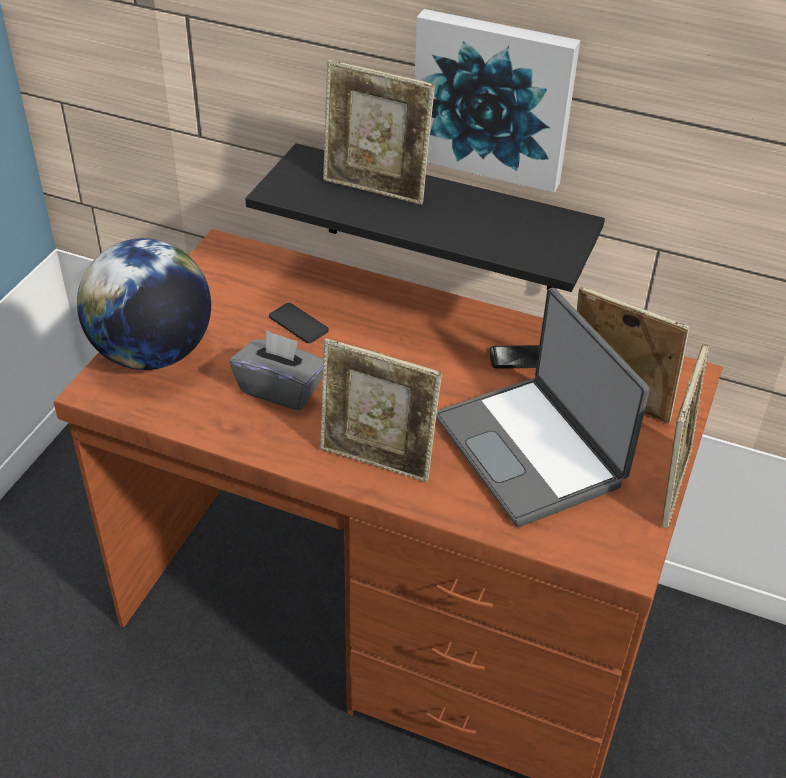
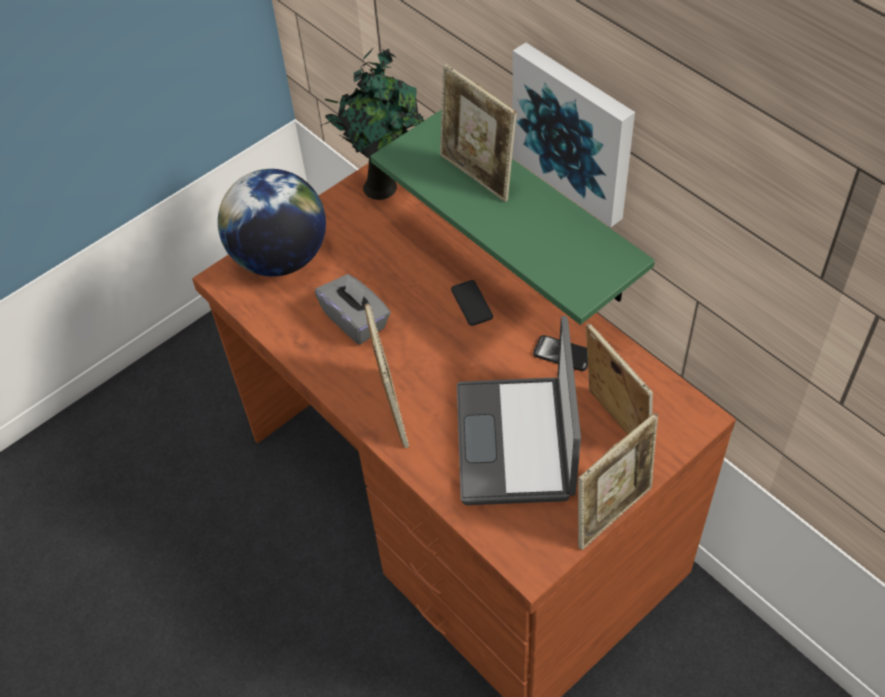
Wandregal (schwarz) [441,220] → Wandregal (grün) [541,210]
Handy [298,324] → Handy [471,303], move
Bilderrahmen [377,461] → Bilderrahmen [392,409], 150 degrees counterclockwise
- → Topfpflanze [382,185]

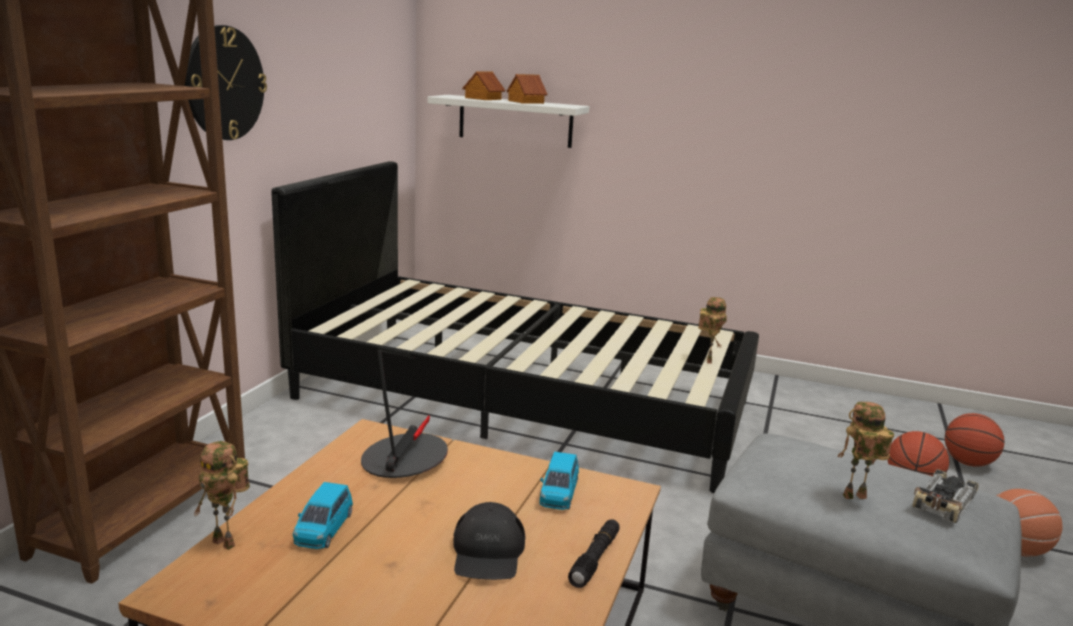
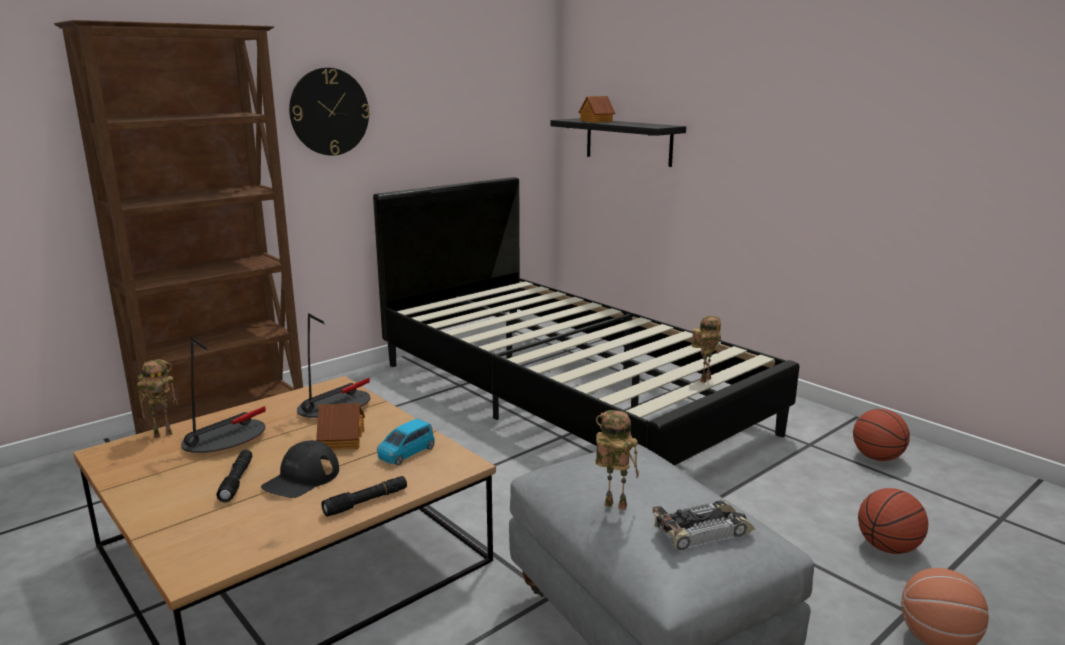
Spielzeugroboter [227,543] → Spielzeugroboter [164,434], 90 degrees counterclockwise
Spielzeugauto (blau) [323,529] → Tischlampe [224,439]
Wandregal (weiß) [515,121] → Wandregal (schwarz) [628,141]
Spielzeughaus [525,102] → Spielzeughaus [341,439], move
Basketball [968,463] → Basketball [877,457], move
- → Taschenlampe (schwarz) [237,481]

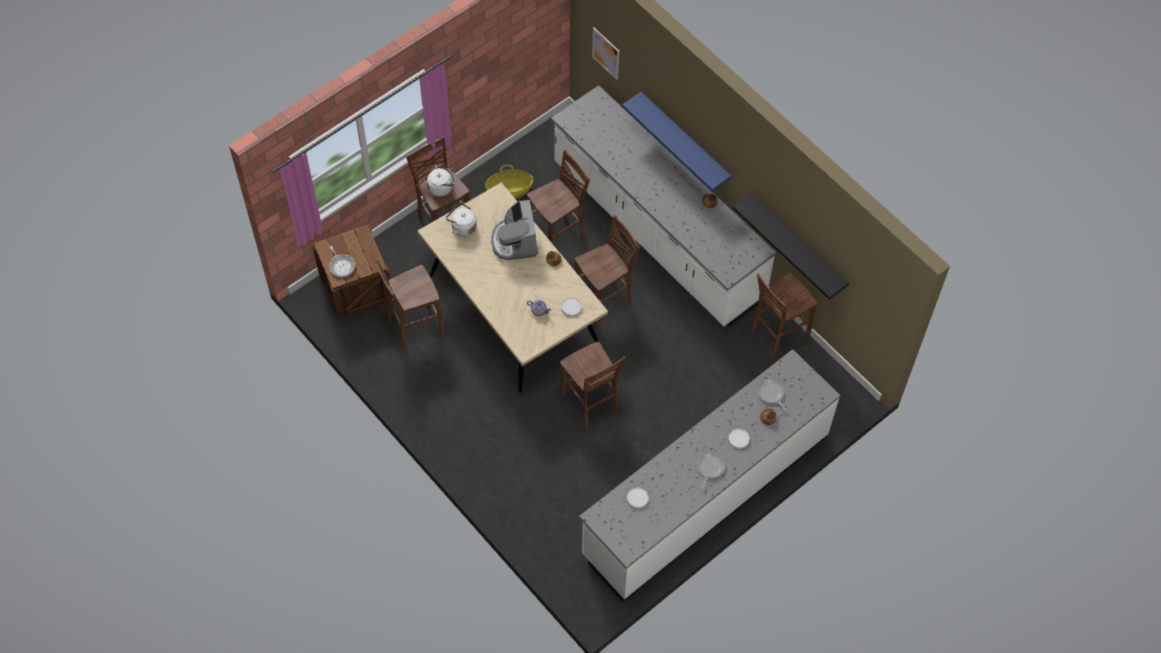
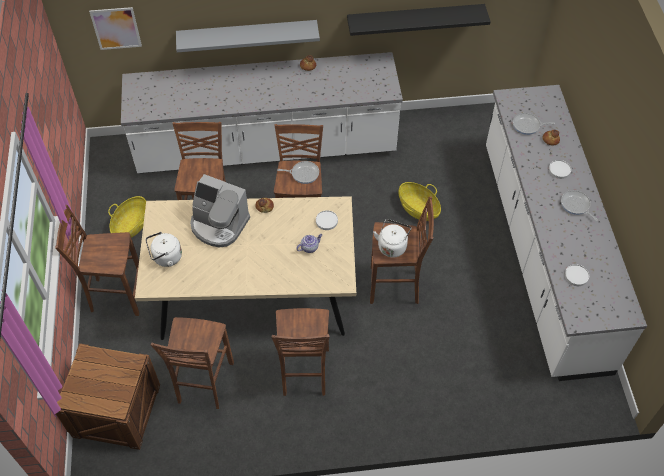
Pfanne [341,265] → Pfanne [303,173], move
Wasserkessel (weiß) [442,187] → Wasserkessel (weiß) [392,246], move
Wandregal (blau) [684,140] → Wandregal (grau) [247,35]
Hocker (braun) [777,335] → Hocker (braun) [304,373], move
- → Korb [418,208]

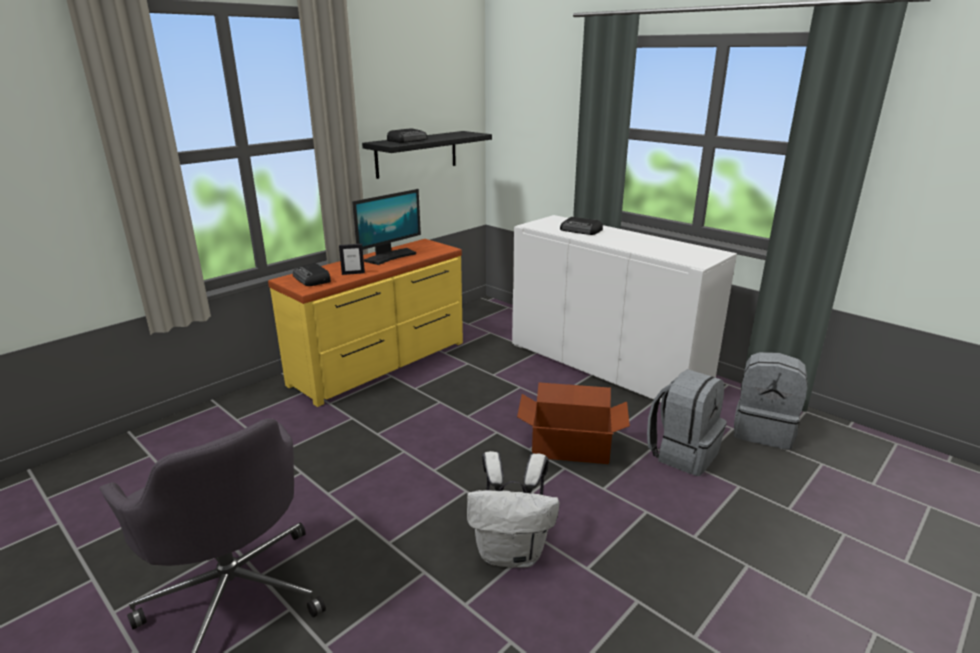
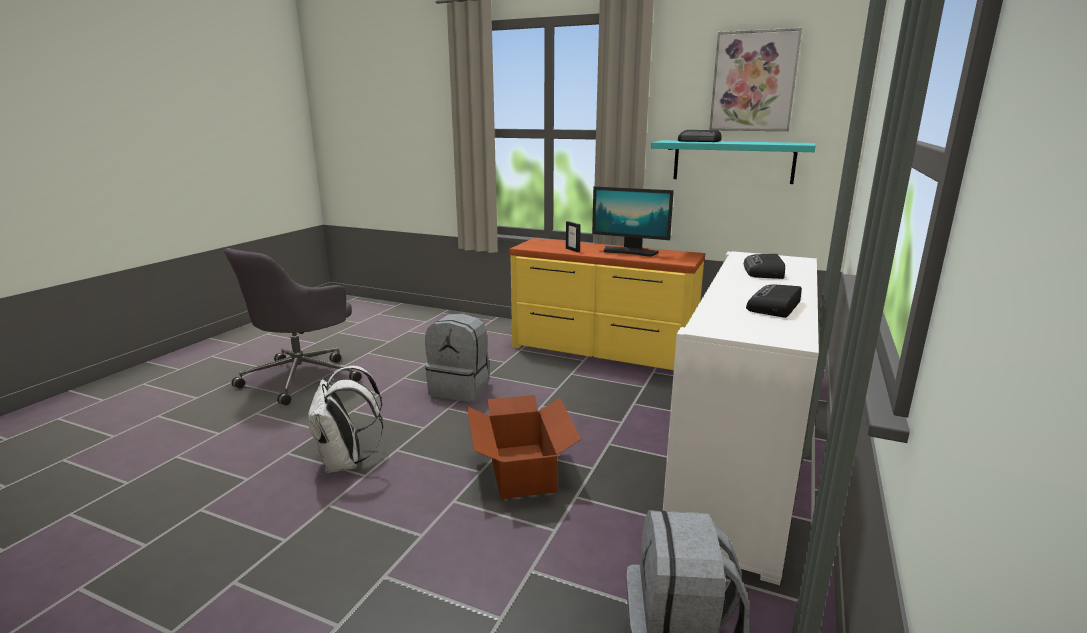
Radio [312,279] → Radio [774,307], move
Wandregal (schwarz) [416,154] → Wandregal (türkis) [733,161]
Rucksack (grau) [682,453] → Rucksack (grau) [461,389], move
- → Bild [753,81]

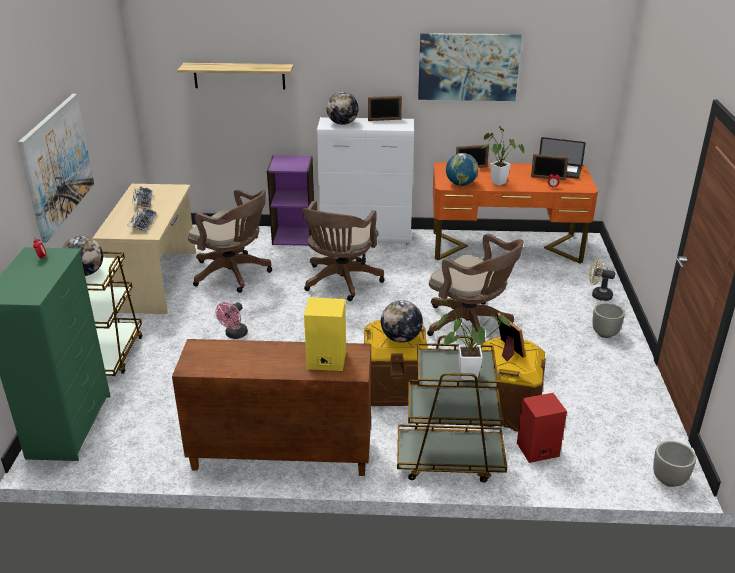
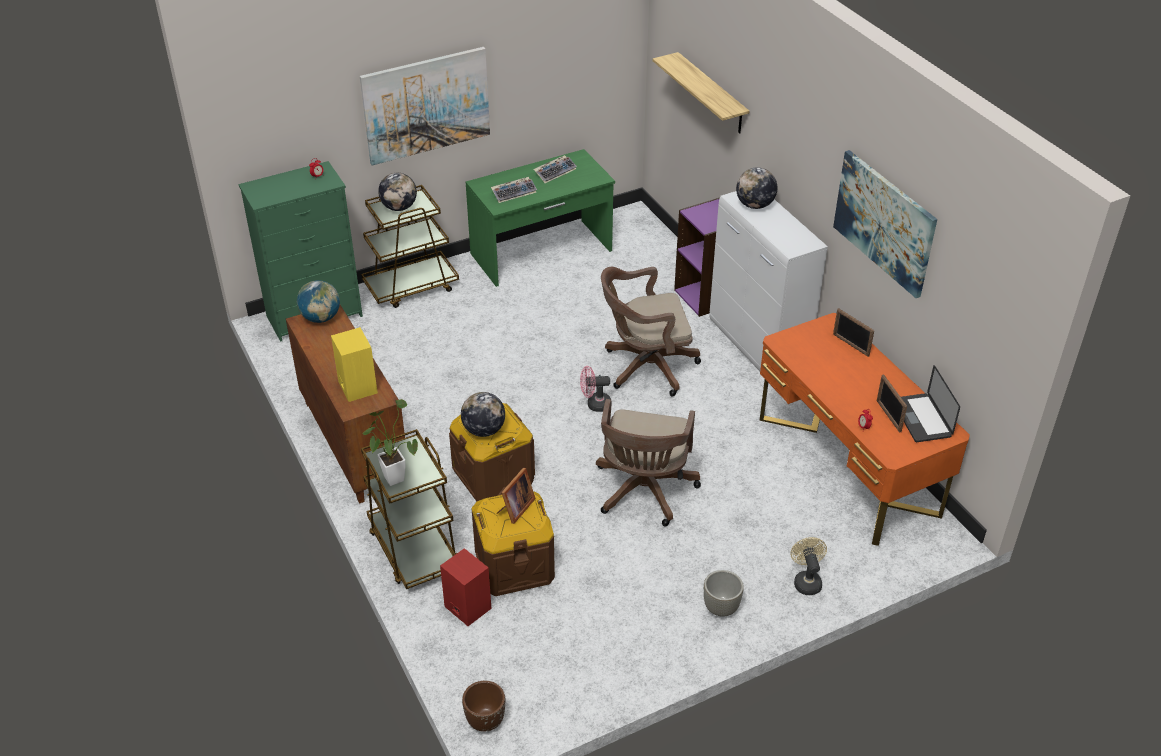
Schreibtisch (beige) [155,280] → Schreibtisch (grün) [542,253]
Bürostuhl (braun) [234,274] → -
Ventilator (rosa) [234,335] → Ventilator (rosa) [594,404], move
Bilderrahmen [384,120] → -
Globus [461,184] → Globus [321,318], move
Topfpflanze [496,182] → -
Pflanzkübel (grau) [669,480] → Pflanzkübel (braun) [485,721]

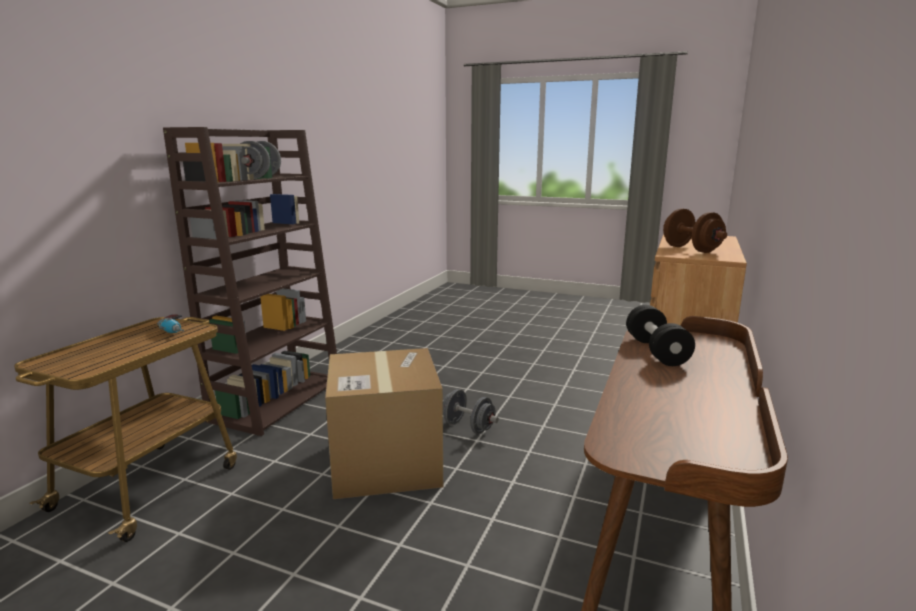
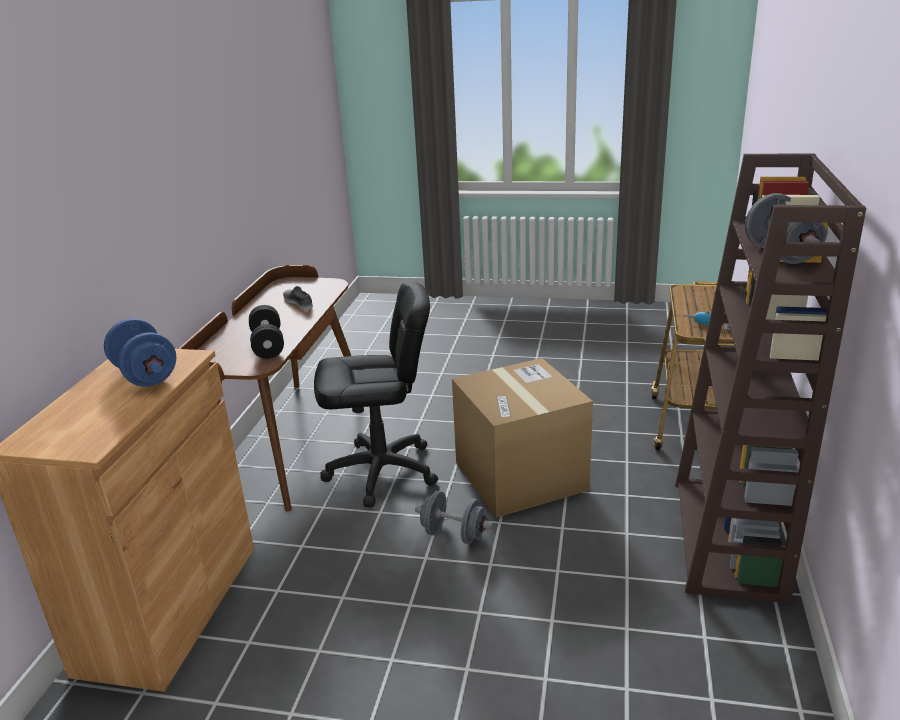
Hantel (braun) [691,249] → Hantel (blau) [145,376]
- → Schuh (grau) [298,302]
- → Bürostuhl (schwarz) [382,472]

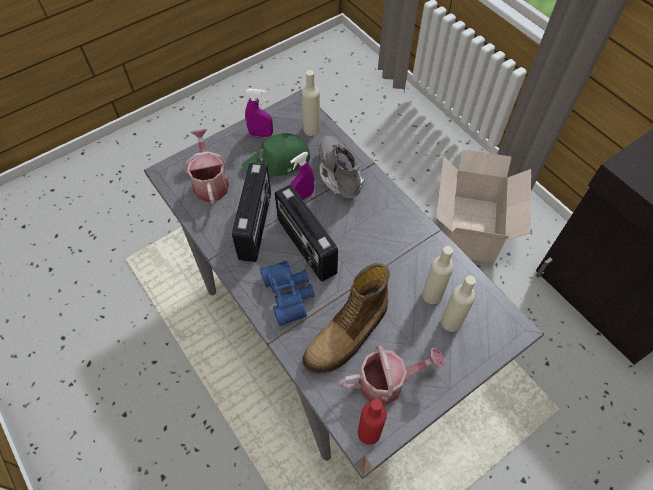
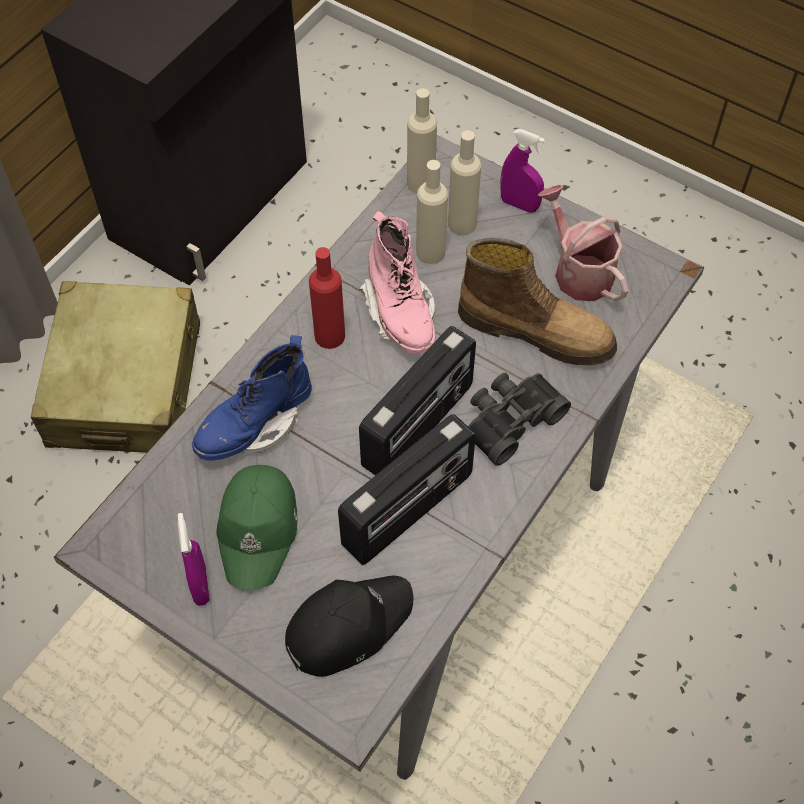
Gießkanne [210,183] → Kappe (schwarz) [347,625]
Radio [256,226] → Radio [409,511], 150 degrees clockwise
Kappe (grün) [278,162] → Kappe (grün) [259,529], 45 degrees clockwise
Fernglas (blau) [290,294] → Fernglas (schwarz) [509,419]
Sprühflasche (lila) [302,197] → Sprühflasche (lila) [519,204], move
Flasche (beige) [311,129] → Flasche (beige) [421,183], move
Stiefel (grau) [339,175] → Stiefel (blau) [255,425]
Flasche (rot) [369,432] → Flasche (rot) [329,336], move
Karton [471,226] → Koffer (beige) [126,384]
- → Stiefel (rosa) [400,313]

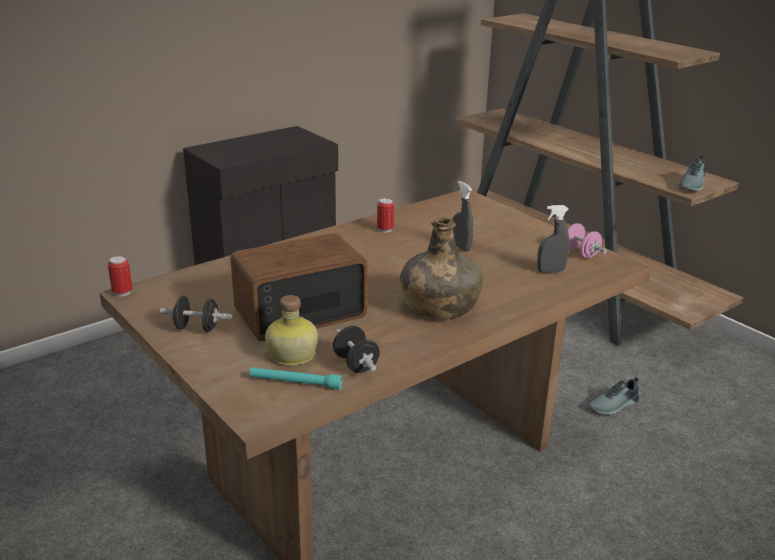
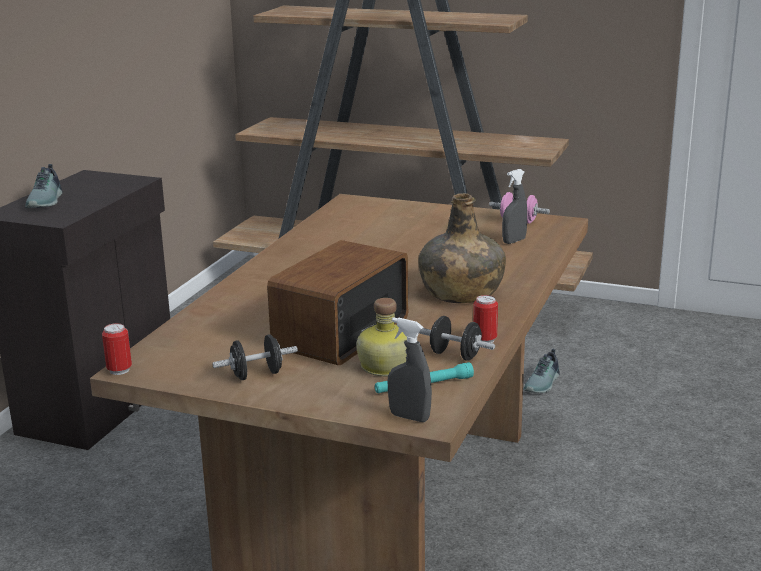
Dose [385,230] → Dose [485,340], move
Sprühflasche (grau) [461,247] → Sprühflasche (grau) [409,417], move
Schuh [693,185] → Schuh [47,201], move

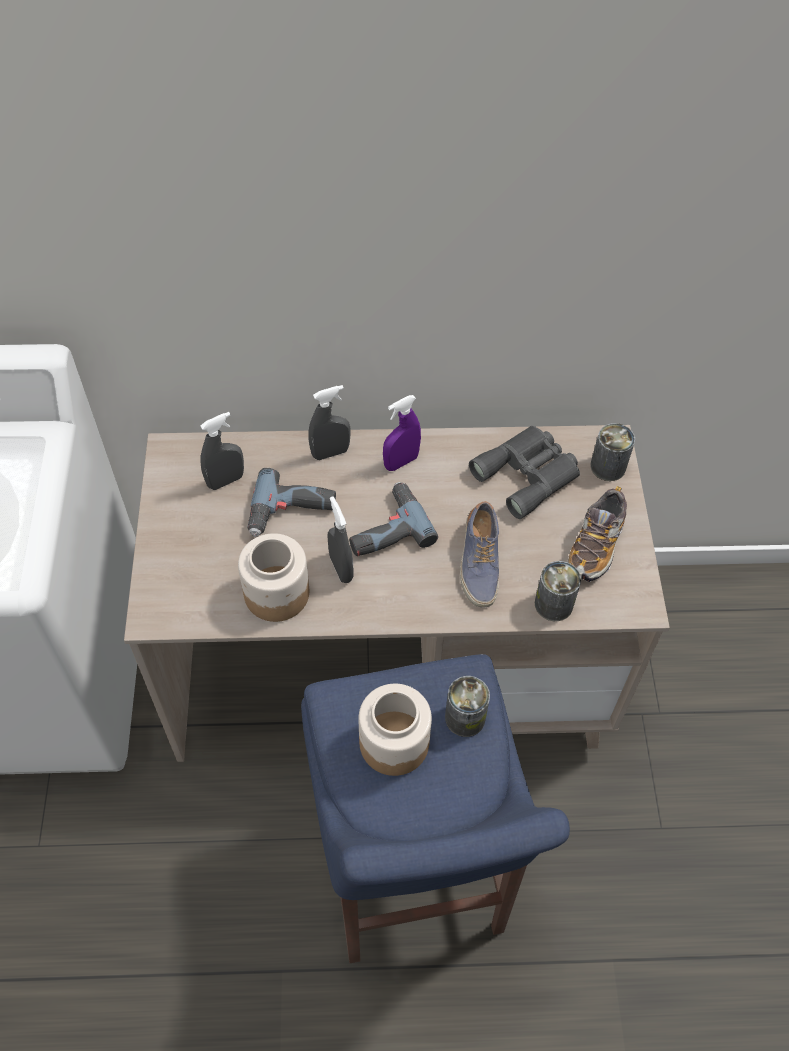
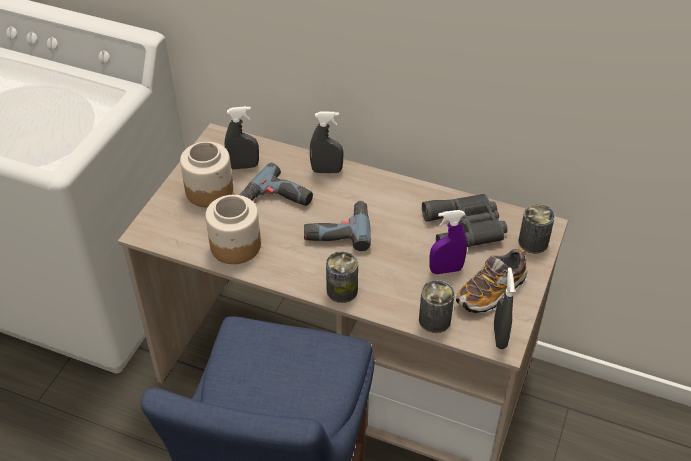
Sprühflasche (grau) [341,568] → Sprühflasche (grau) [499,336], move
Vorratsglas [394,742] → Vorratsglas [209,190], move
Sprühflasche (lila) [401,462] → Sprühflasche (lila) [446,270], move
Dose [465,717] → Dose [342,290], move
Schuh [478,563] → -

